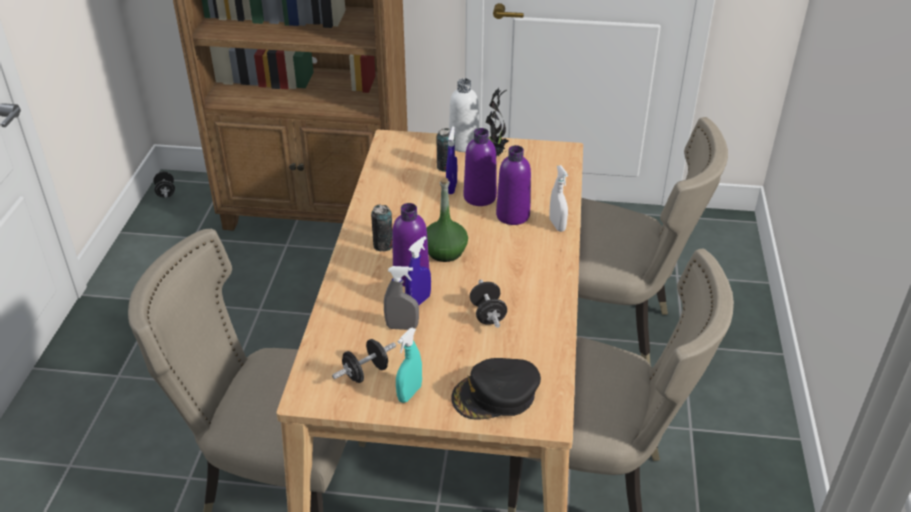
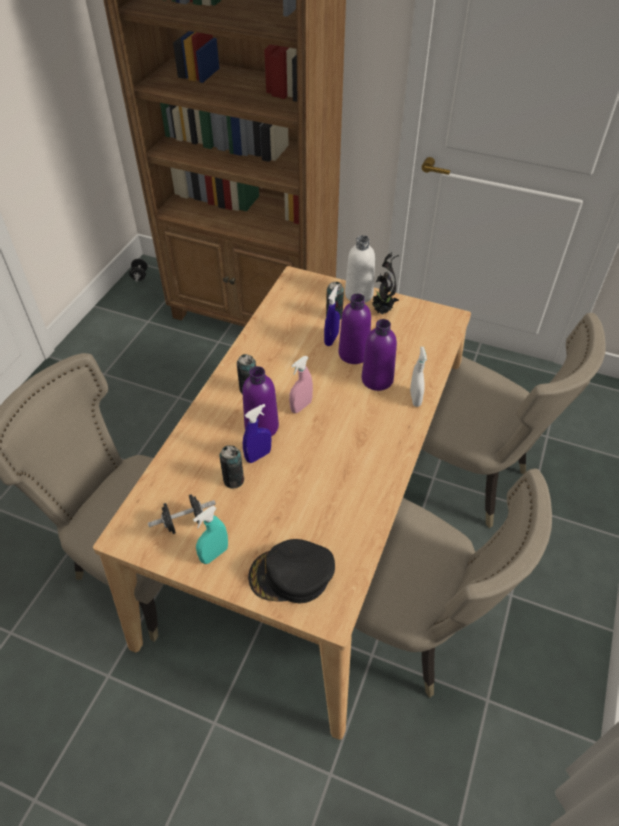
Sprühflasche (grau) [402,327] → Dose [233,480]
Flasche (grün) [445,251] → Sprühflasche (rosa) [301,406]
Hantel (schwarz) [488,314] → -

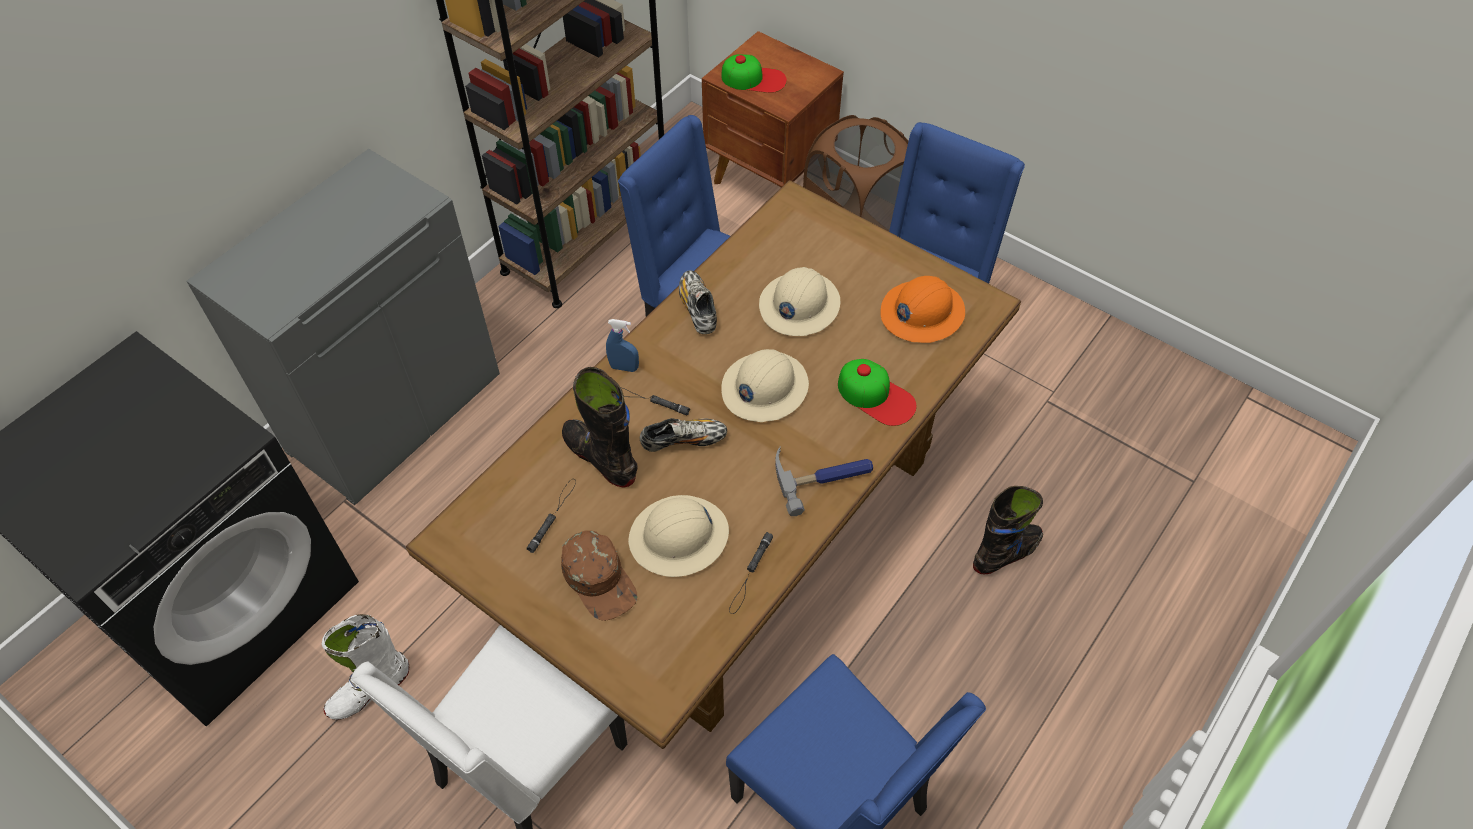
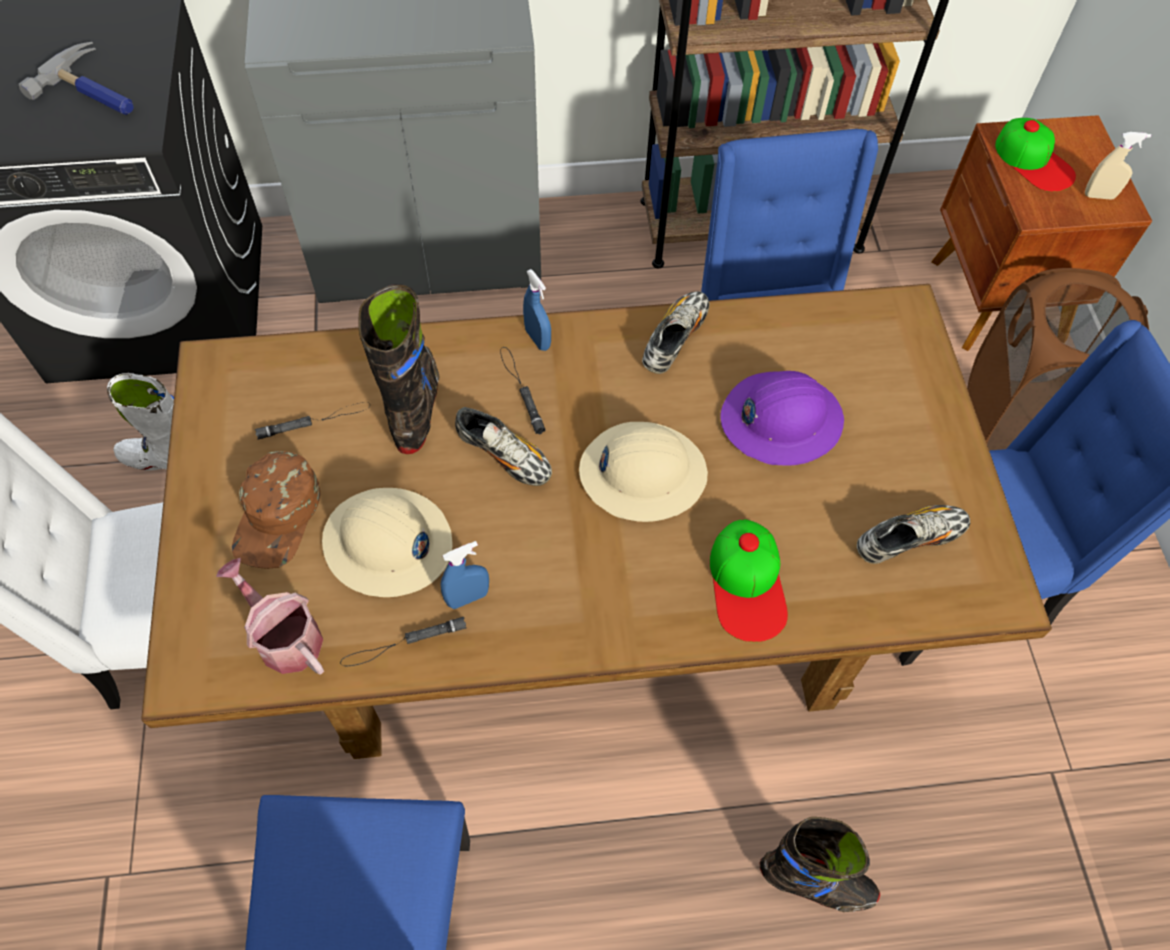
Schutzhelm (beige) [799,305] → Schutzhelm (lila) [780,420]
Hammer [823,476] → Hammer [95,92], move
Schutzhelm (orange) [921,313] → Schuh [908,540]
- → Gießkanne [284,636]
- → Sprühflasche (blau) [468,597]
- → Sprühflasche (beige) [1099,196]

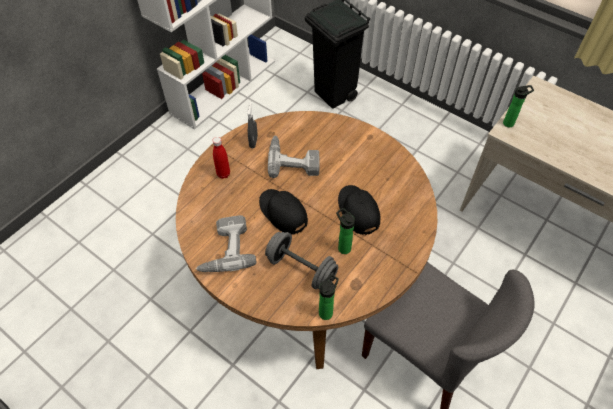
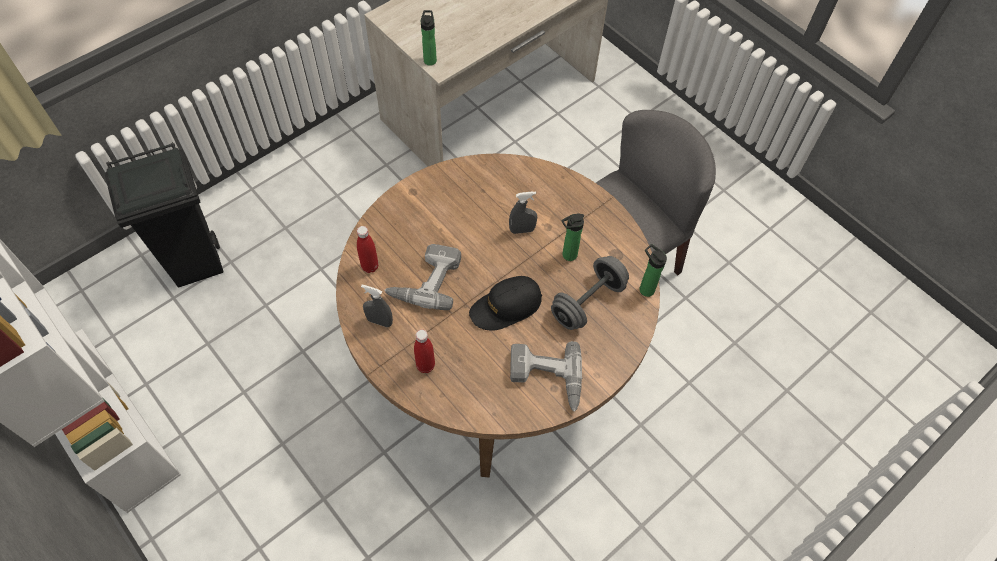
Kappe (schwarz) [358,211] → Sprühflasche (grau) [522,230]
- → Flasche (rot) [370,266]

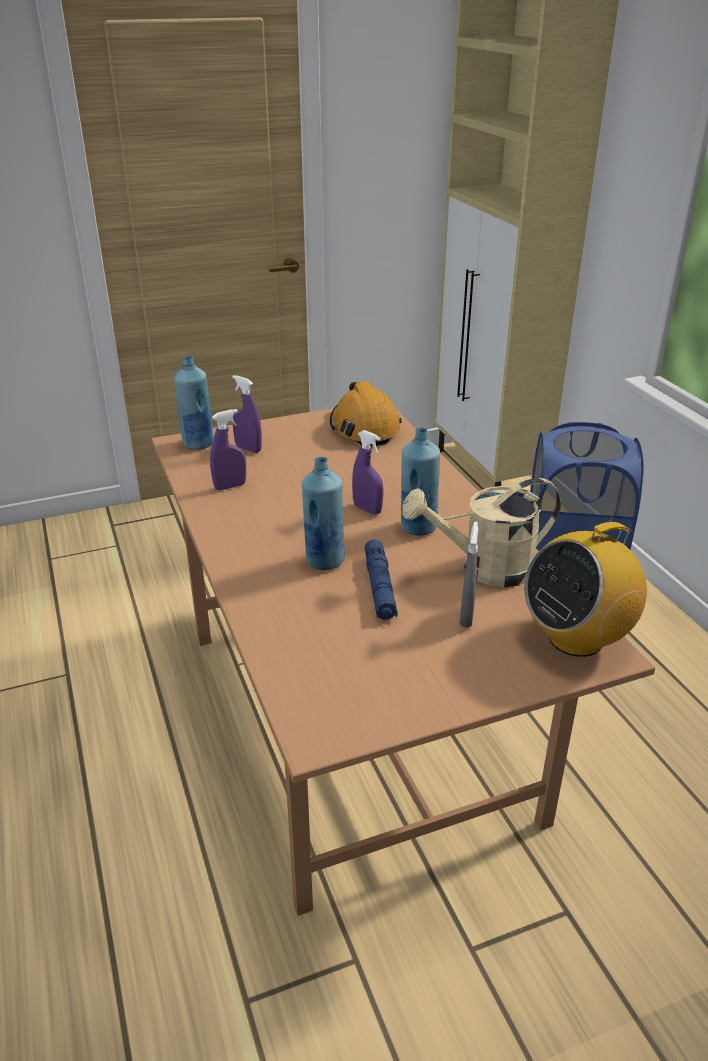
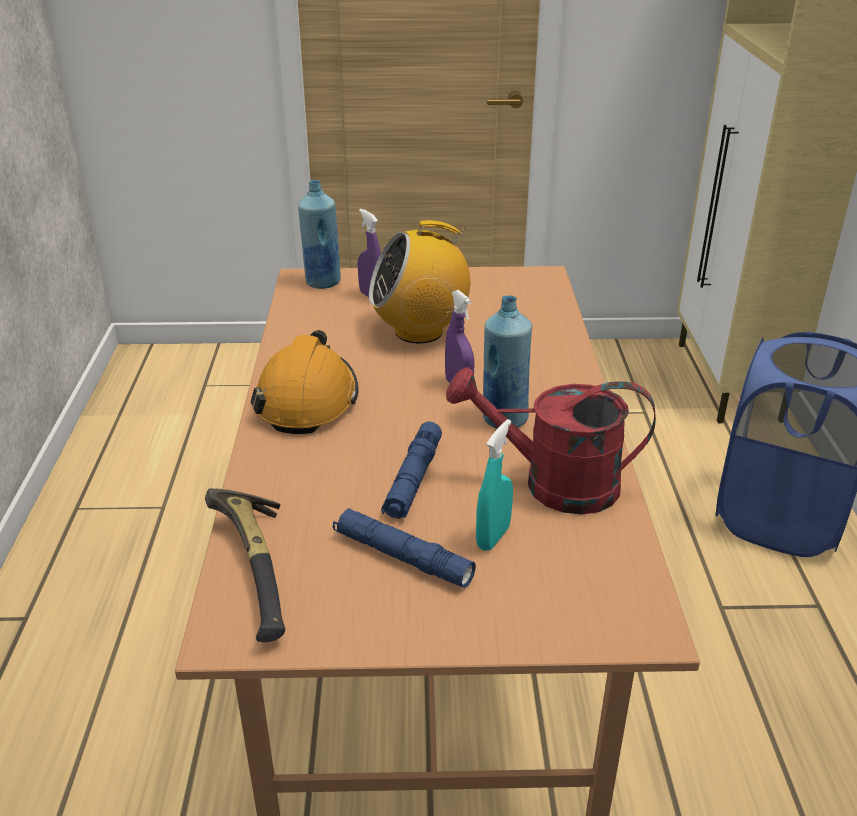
Sprühflasche (lila) [230,486] → -
Flasche (blau) [324,560] → -
Schutzhelm (orange) [364,427] → Schutzhelm (orange) [307,400], move
Gießkanne (beige) [485,568] → Gießkanne (rot) [553,484]
Sprühflasche (grau) [466,616] → Sprühflasche (türkis) [493,537]
Radio [576,638] → Radio [420,331], move
- → Hammer [260,569]
- → Taschenlampe (blau) [402,557]

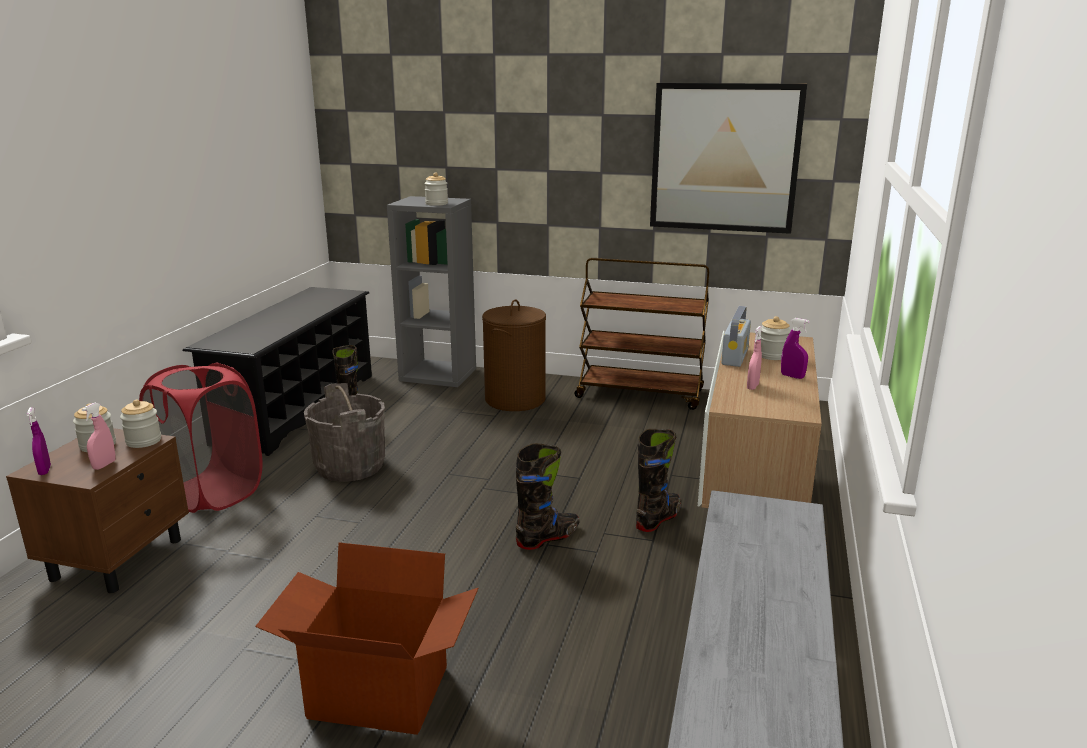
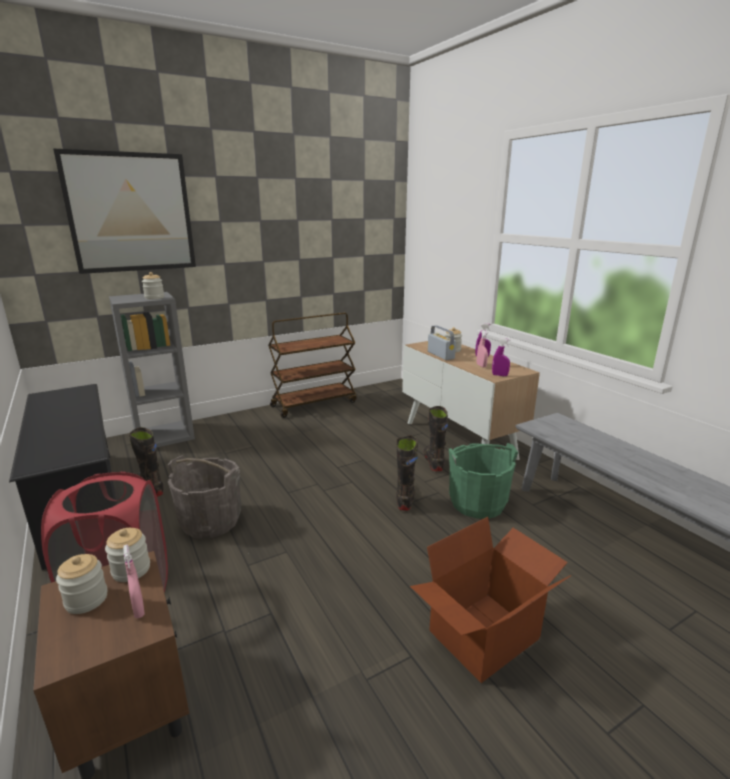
Sprühflasche (lila) [45,470] → Sprühflasche (lila) [499,375], move
Wäschekorb (braun) [515,400] → -
Bild [724,158] → Bild [130,213], move
- → Eimer (grün) [477,503]

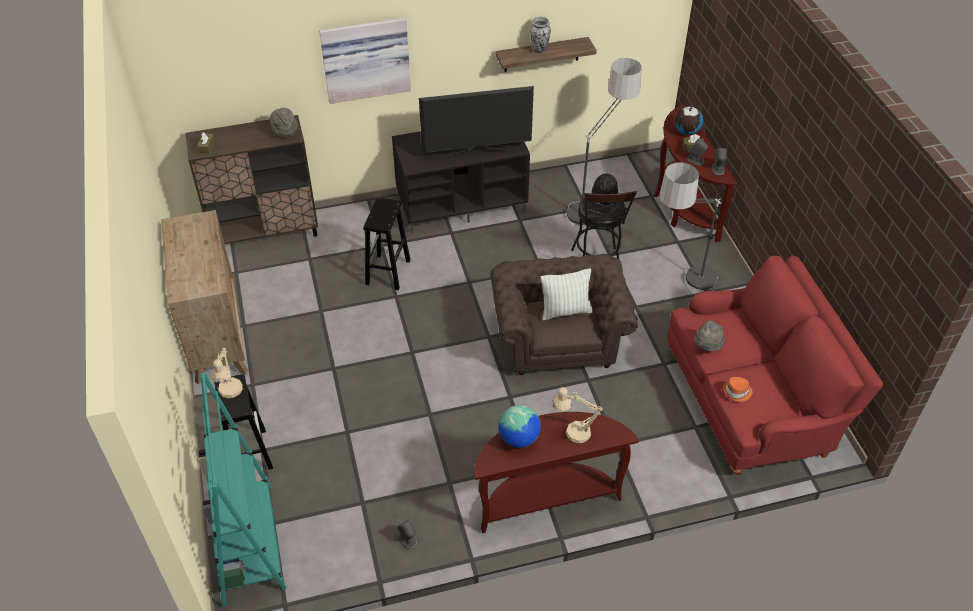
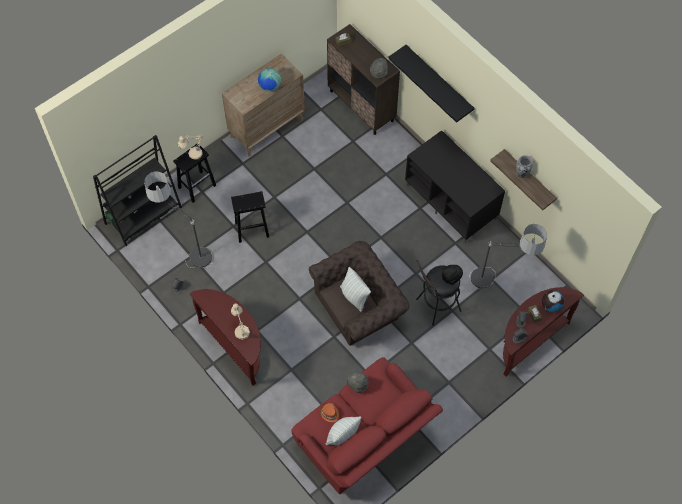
Bücherregal (türkis) [248,543] → Bücherregal (schwarz) [143,215]
Bild [365,58] → Wandregal (schwarz) [439,81]
Hocker (schwarz) [388,273] → Hocker (schwarz) [251,229], move
Fernseher [477,153] → -
Globus [519,438] → Globus [270,86], move
Stehlampe [681,290] → Stehlampe [186,250], move
- → Kissen [342,435]

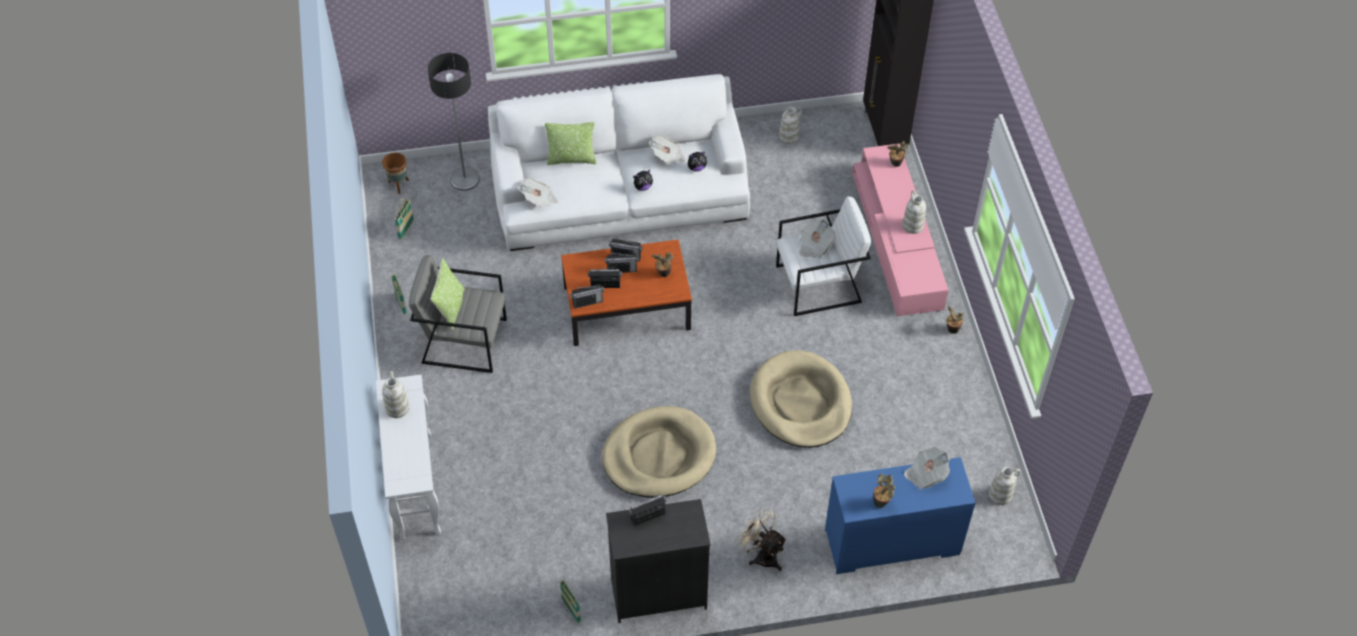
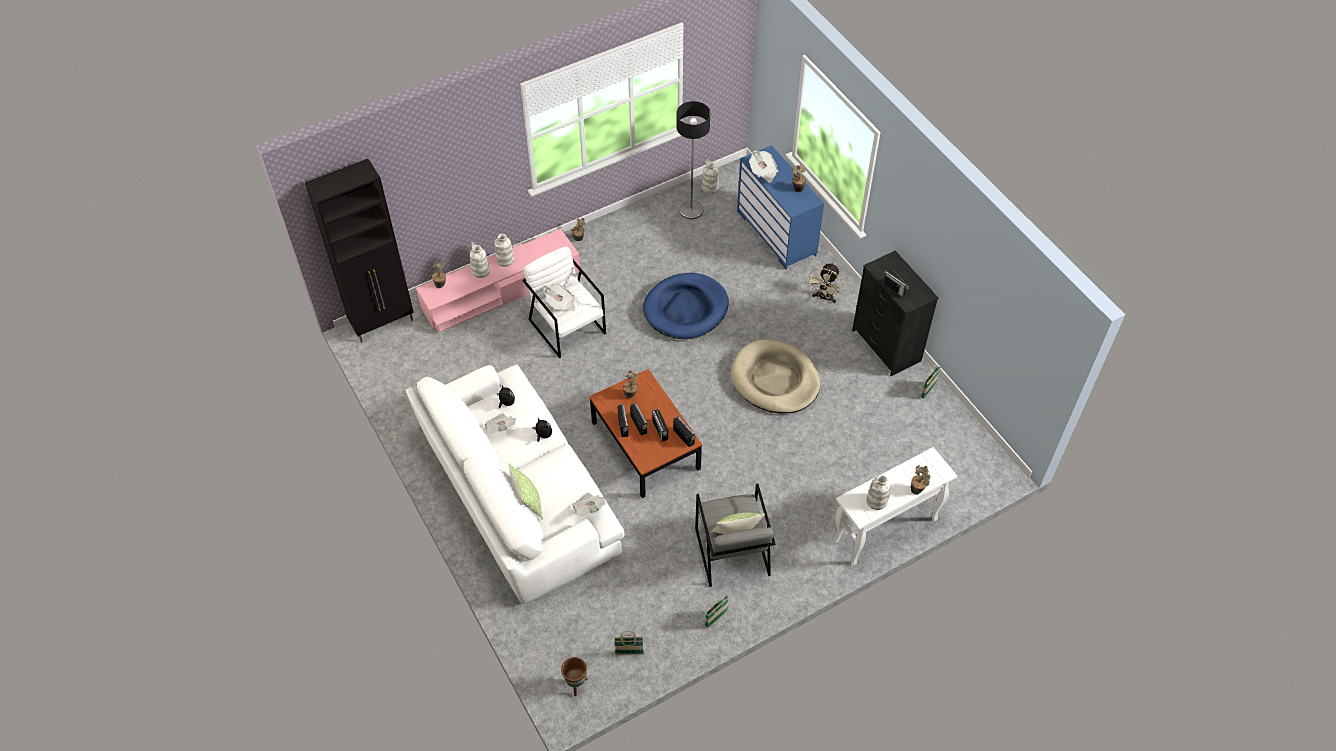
Stehlampe [465,179] → Stehlampe [691,210], move
Hundebett (beige) [801,402] → Hundebett (blau) [686,309]
Vase (weiß) [789,137] → Vase (weiß) [480,271], move
- → Topfpflanze [917,489]

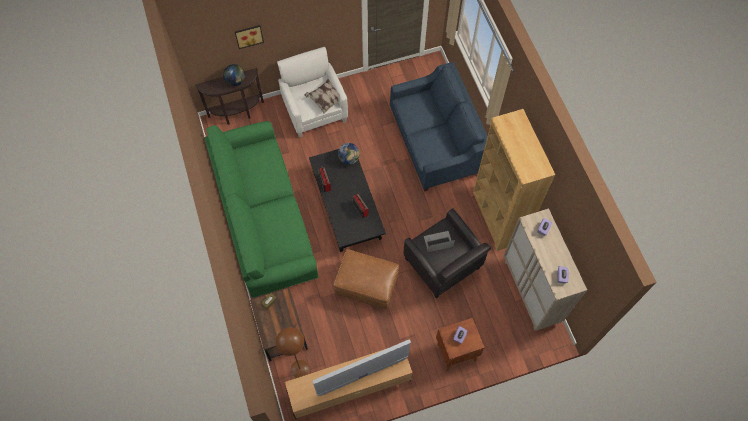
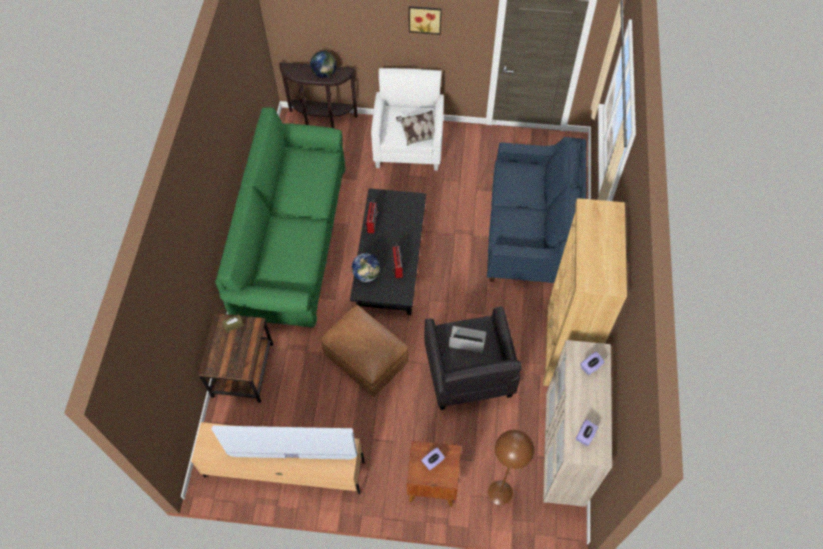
Bild [249,35] → Bild [425,18], move
Stehlampe (braun) [300,368] → Stehlampe (braun) [500,492], move
Globus [349,158] → Globus [366,274], move

